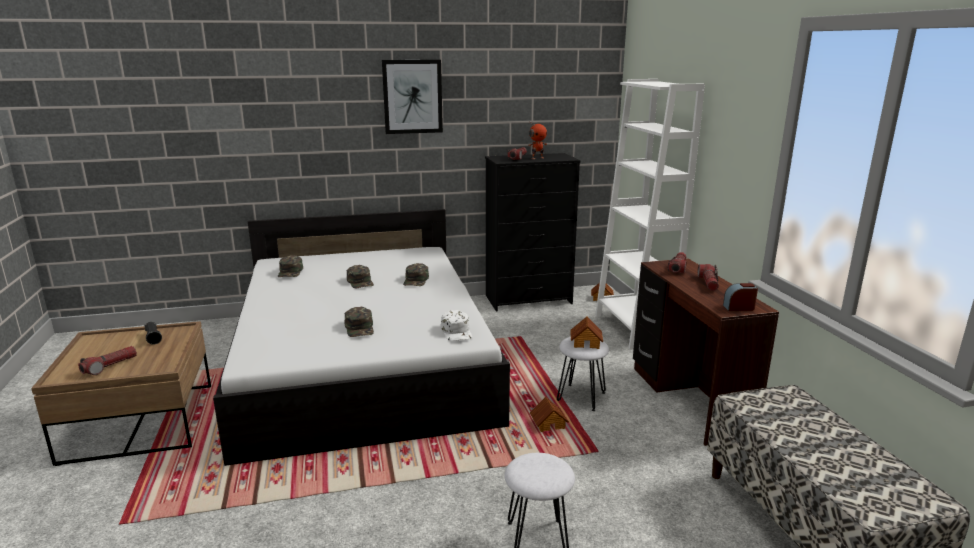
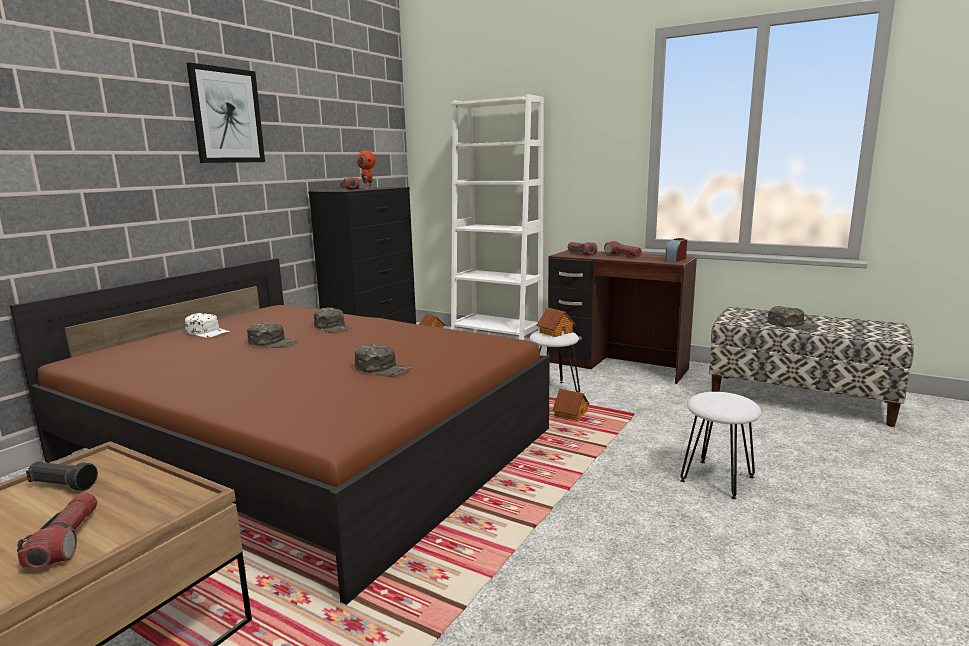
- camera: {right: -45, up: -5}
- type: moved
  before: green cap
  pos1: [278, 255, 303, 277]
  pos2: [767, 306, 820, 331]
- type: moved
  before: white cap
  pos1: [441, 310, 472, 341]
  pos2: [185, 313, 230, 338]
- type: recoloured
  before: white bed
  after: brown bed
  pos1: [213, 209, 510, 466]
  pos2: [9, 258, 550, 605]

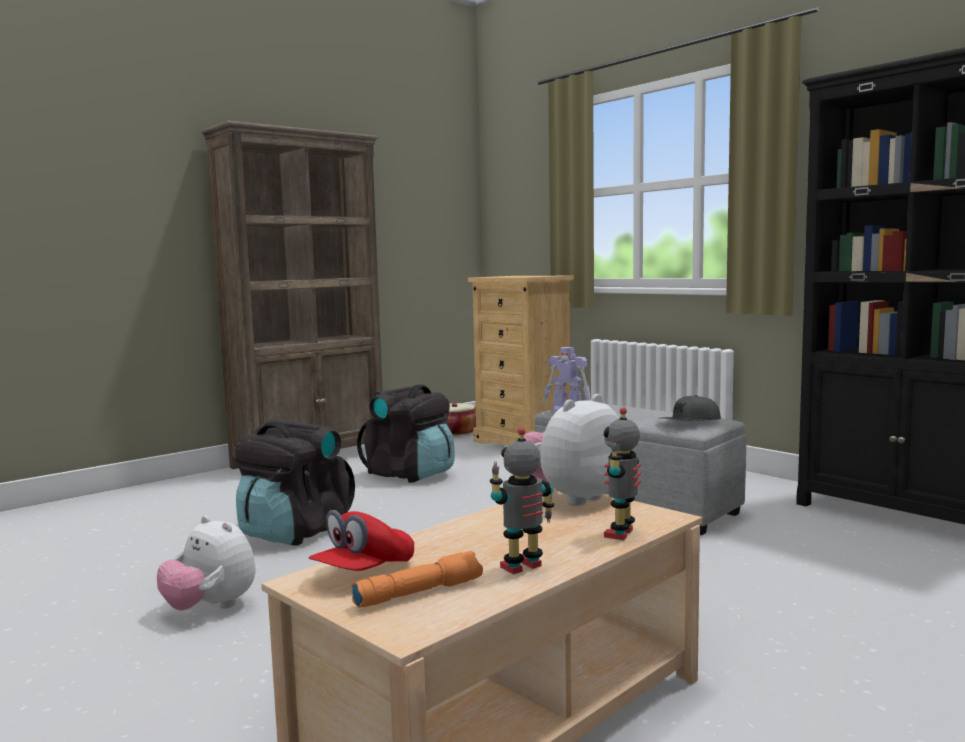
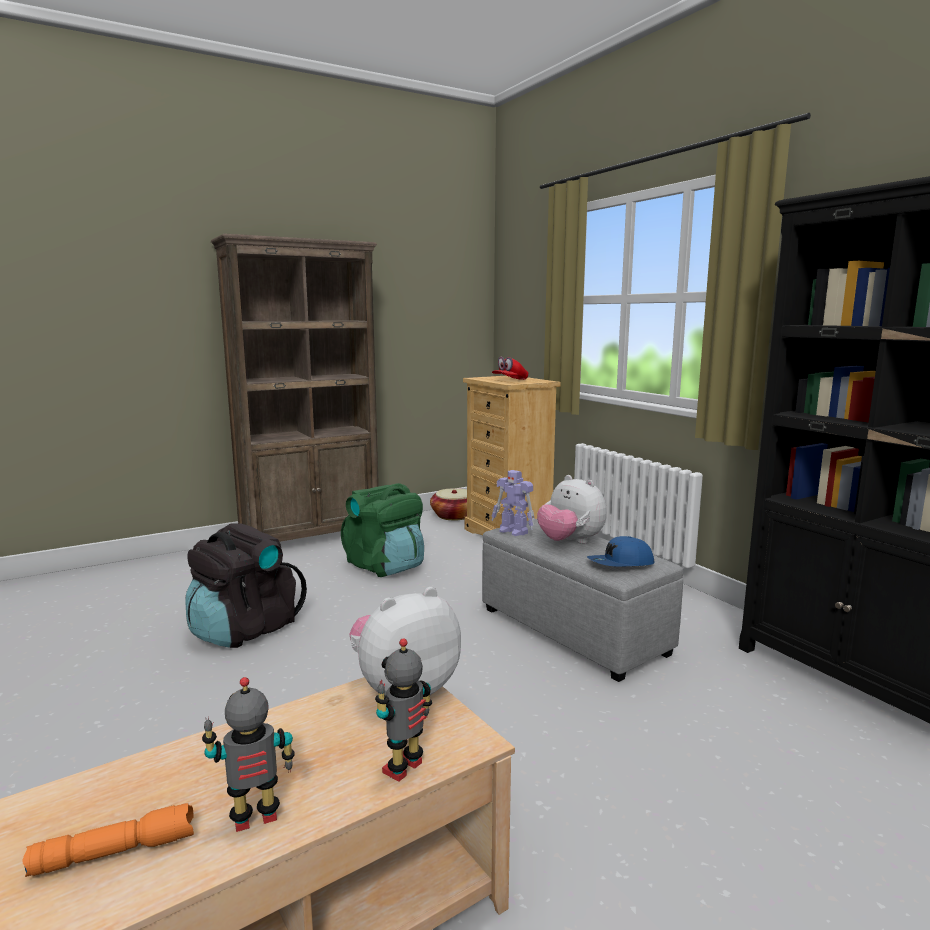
- camera: {right: 10, up: 5}
- type: moved
  before: plush toy
  pos1: [157, 516, 256, 611]
  pos2: [537, 475, 607, 544]
- type: moved
  before: red cap
  pos1: [309, 510, 414, 571]
  pos2: [492, 357, 528, 380]
- type: recoloured
  before: black backpack
  after: green backpack
  pos1: [357, 385, 454, 483]
  pos2: [341, 483, 424, 577]
- type: recoloured
  before: grey cap
  after: blue cap
  pos1: [662, 395, 721, 421]
  pos2: [587, 536, 654, 566]

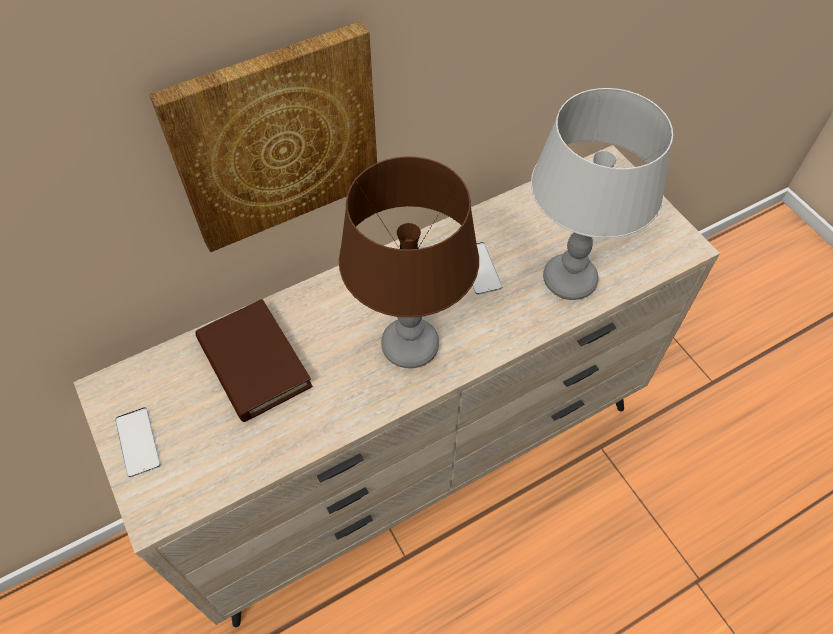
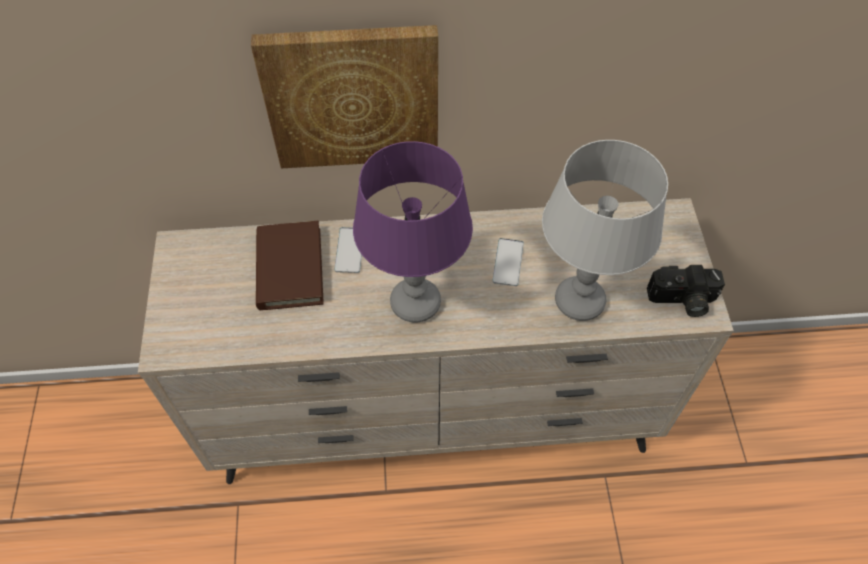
- camera: {right: 25, up: 0}
- type: added
  after: photo camera
  pos2: [647, 265, 725, 317]
- type: moved
  before: phone
  pos1: [115, 407, 161, 477]
  pos2: [334, 227, 362, 273]
- type: recoloured
  before: brown table lamp
  after: purple table lamp
  pos1: [339, 156, 479, 368]
  pos2: [353, 141, 473, 322]

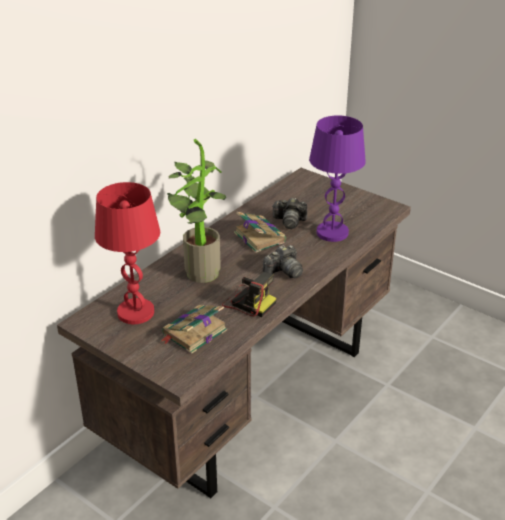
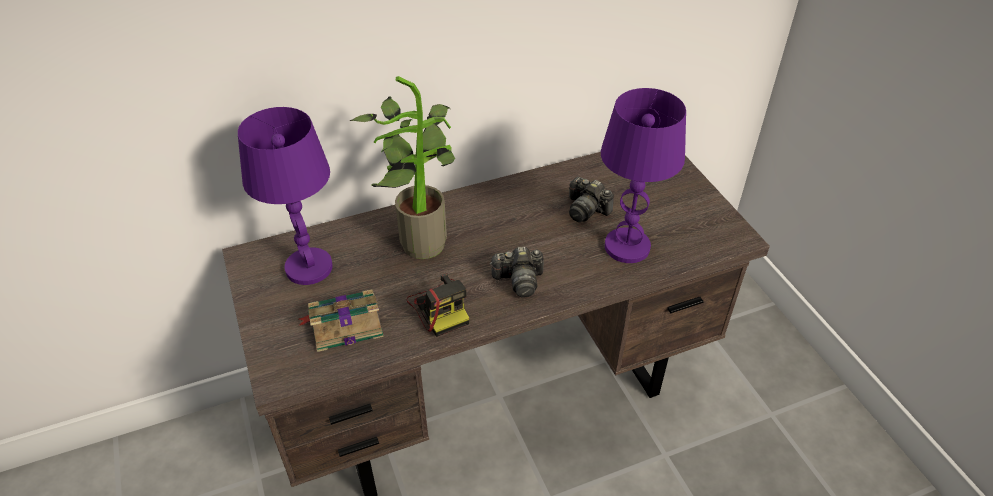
- camera: {right: 30, up: 10}
- type: removed
  before: book
  pos1: [234, 212, 286, 253]
- type: recoloured
  before: red table lamp
  after: purple table lamp
  pos1: [95, 182, 160, 324]
  pos2: [238, 107, 333, 285]

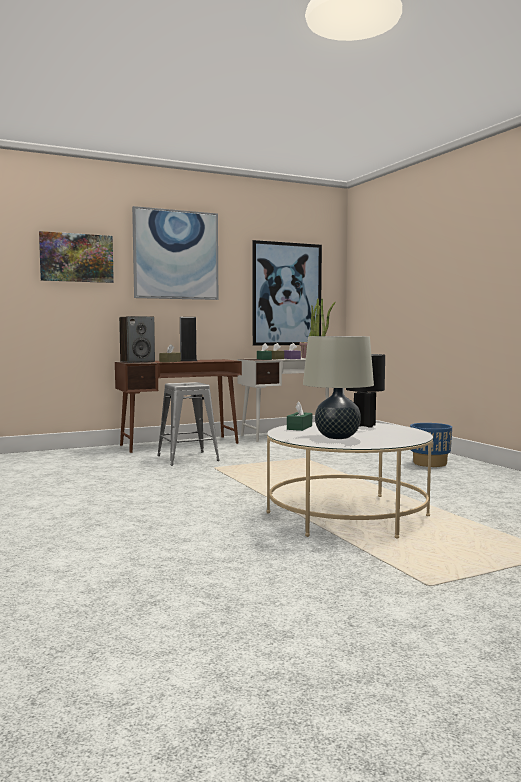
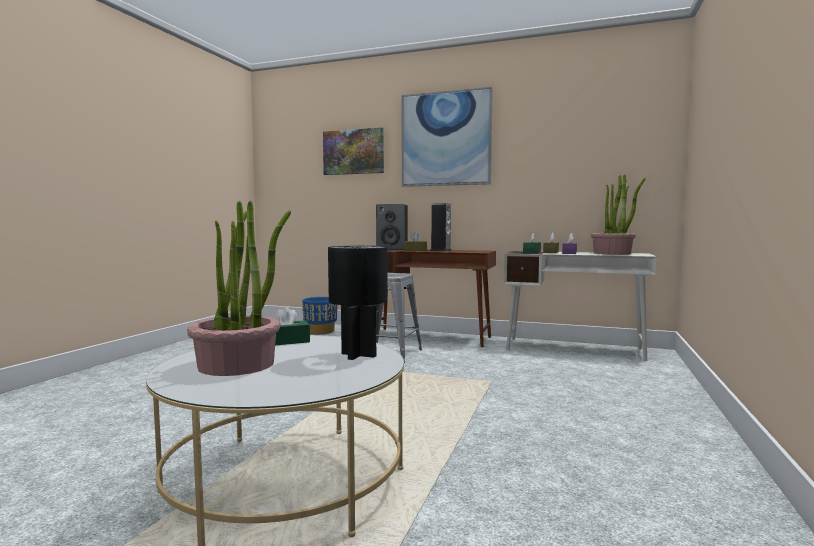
- camera: {right: 45, up: 0}
- type: removed
  before: picture
  pos1: [253, 240, 322, 346]
- type: moved
  before: blue planter
  pos1: [410, 423, 452, 467]
  pos2: [302, 297, 337, 334]
- type: replaced
  before: beige table lamp
  after: potted plant
  pos1: [303, 336, 374, 439]
  pos2: [187, 201, 291, 376]

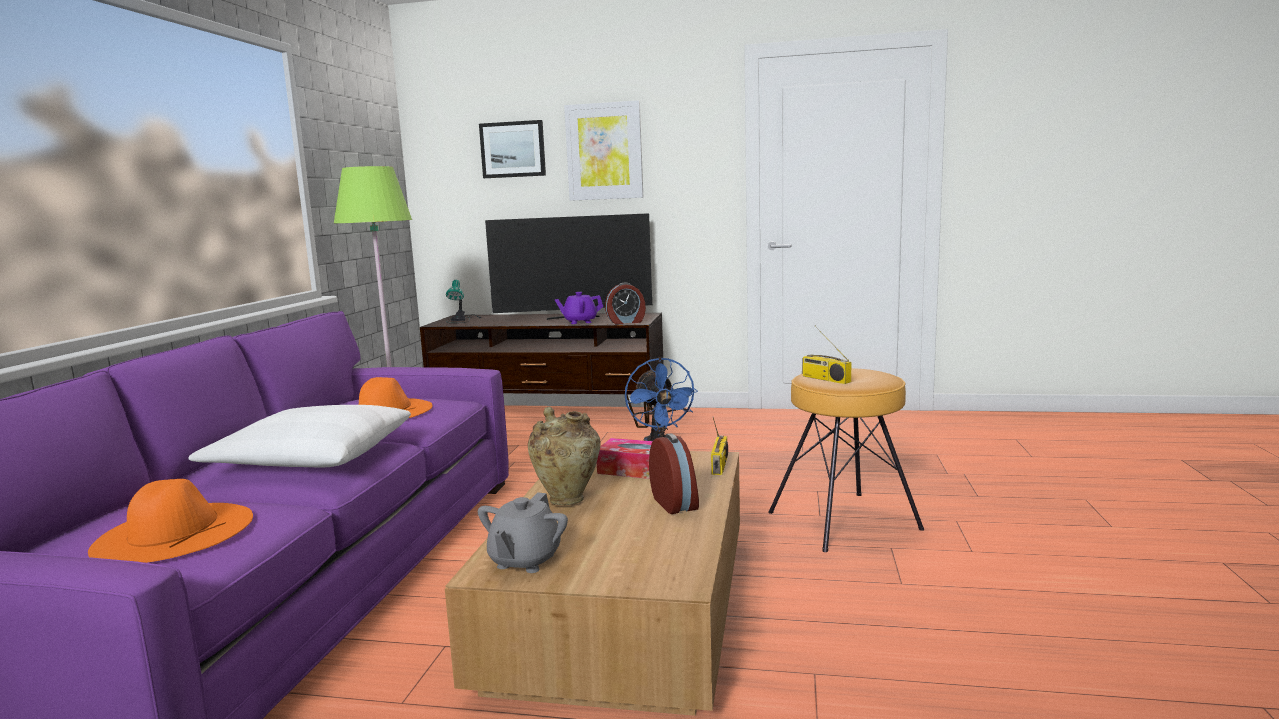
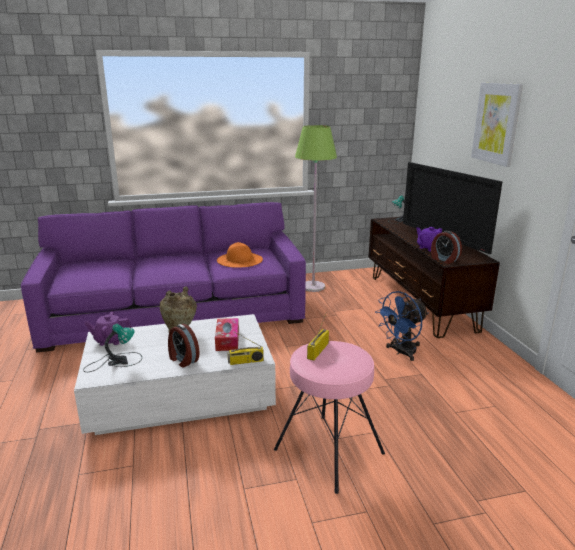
- camera: {right: 65, up: 10}
- type: removed
  before: orange hat
  pos1: [88, 479, 253, 563]
- type: removed
  before: white pillow
  pos1: [189, 405, 411, 467]
- type: removed
  before: picture
  pos1: [479, 120, 546, 178]
- type: added
  after: table lamp
  pos2: [83, 324, 142, 372]
- type: recoloured
  before: brown coffee table
  after: white coffee table
  pos1: [445, 451, 740, 716]
  pos2: [74, 314, 276, 435]
- type: recoloured
  before: grey teapot
  after: purple teapot
  pos1: [478, 492, 568, 573]
  pos2: [84, 312, 132, 346]
- type: recoloured
  before: brown stool
  after: pink stool
  pos1: [768, 368, 924, 552]
  pos2: [274, 341, 385, 494]
- type: turned
  before: alarm clock
  pos1: [649, 433, 699, 514]
  pos2: [168, 324, 200, 368]
  turn: 90

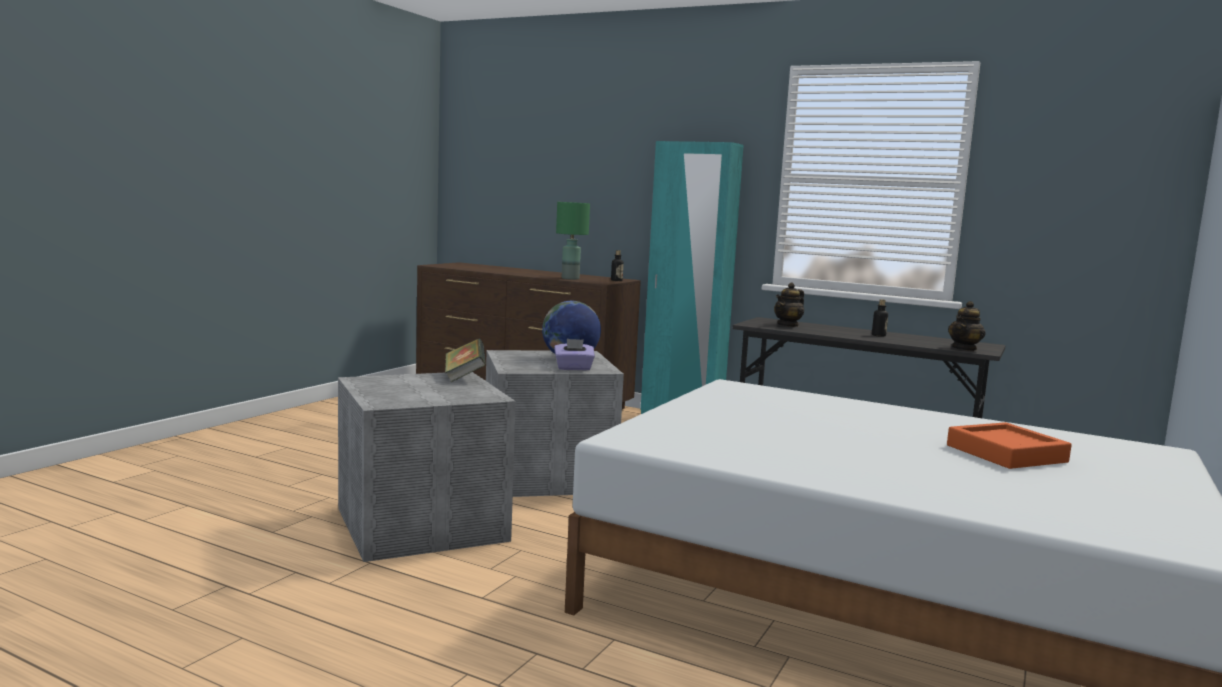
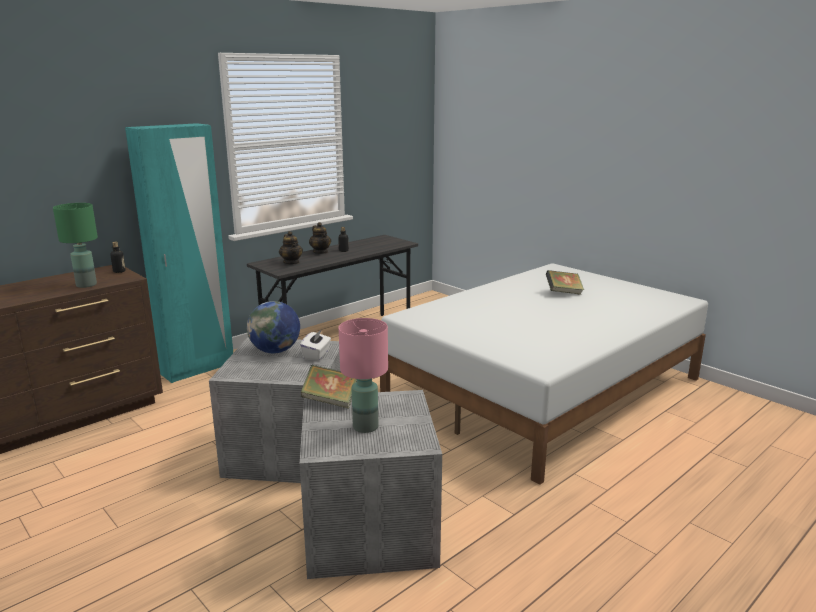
- camera: {right: -70, up: 10}
- type: added
  after: pink table lamp
  pos2: [339, 318, 388, 433]
- type: moved
  before: teapot
  pos1: [948, 301, 986, 351]
  pos2: [309, 222, 331, 254]
- type: replaced
  before: orange tray
  after: book
  pos1: [947, 422, 1072, 469]
  pos2: [546, 270, 584, 295]
- type: recoloured
  before: purple tissue box
  after: white tissue box
  pos1: [554, 339, 595, 370]
  pos2: [300, 329, 331, 361]

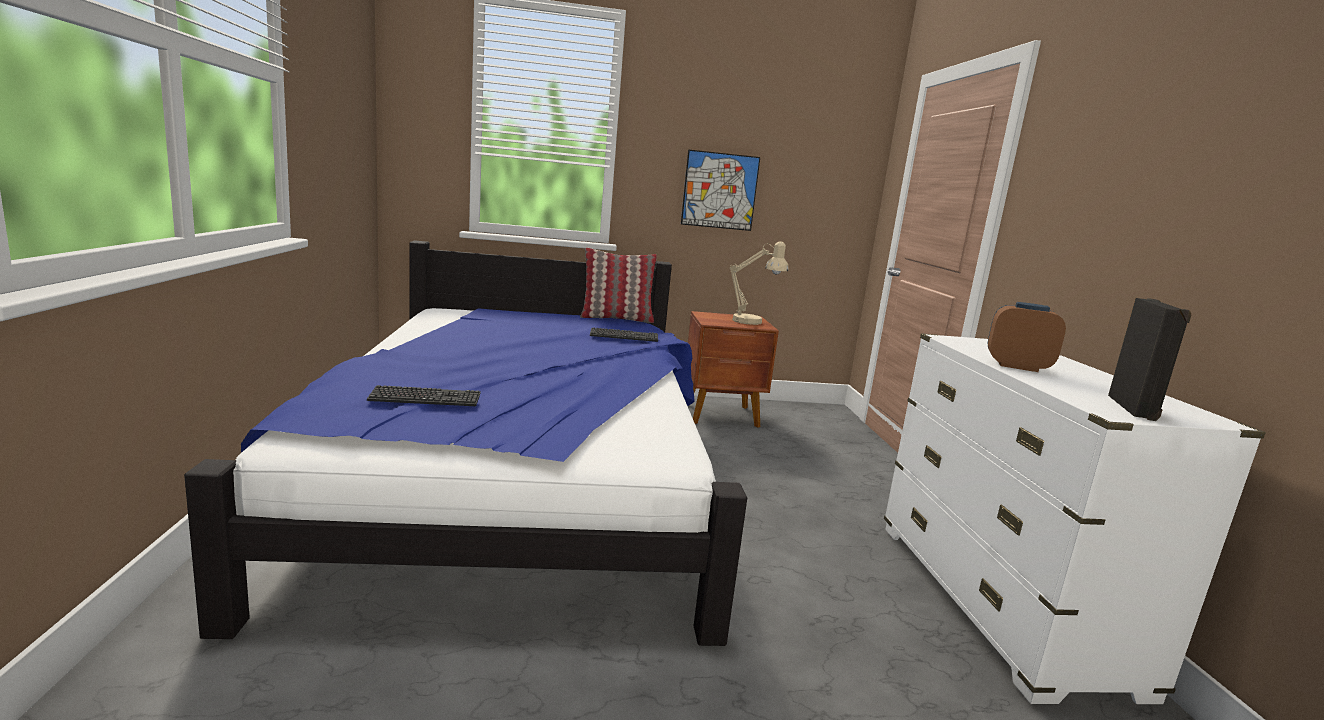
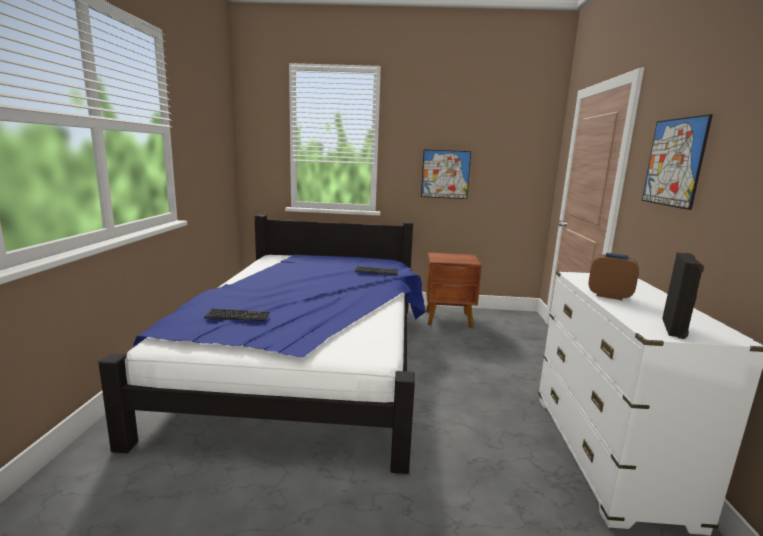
- camera: {right: 10, up: 0}
- type: removed
  before: pillow
  pos1: [580, 248, 657, 323]
- type: removed
  before: beige table lamp
  pos1: [730, 241, 789, 325]
- type: added
  after: picture
  pos2: [642, 114, 713, 210]

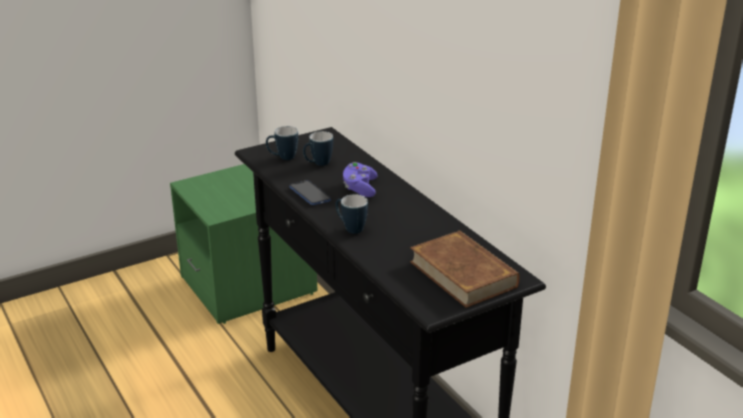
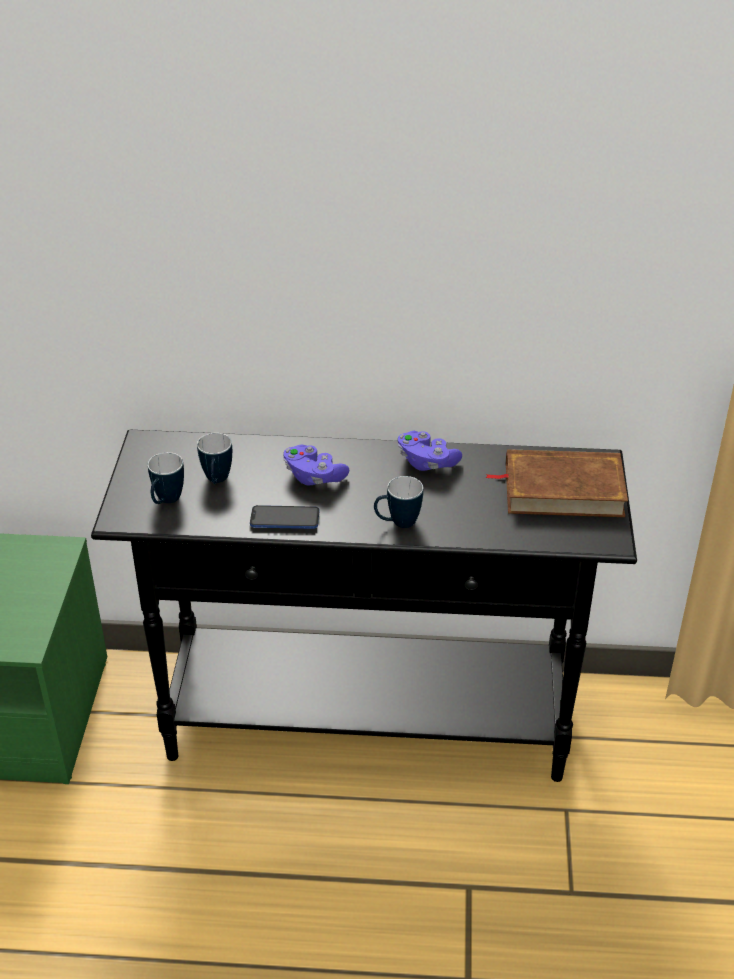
- camera: {right: -55, up: 10}
- type: added
  after: purple game controller
  pos2: [398, 431, 462, 471]

